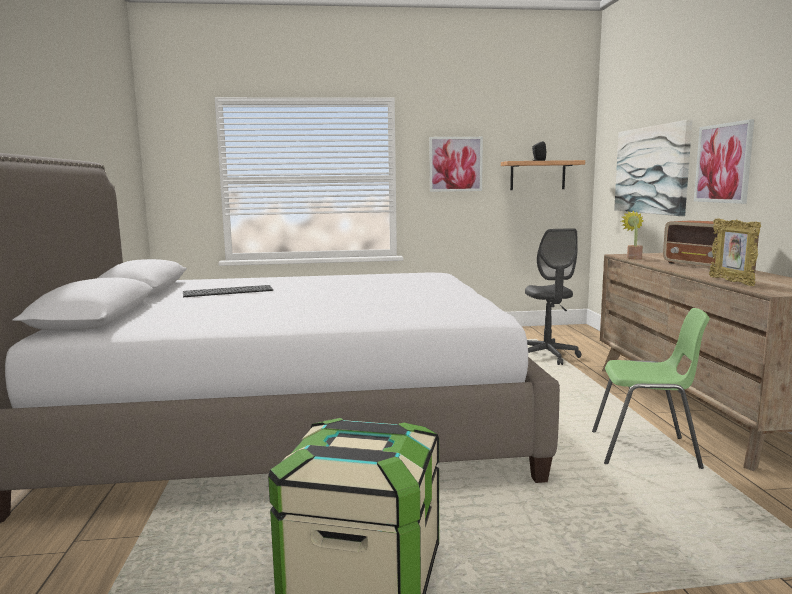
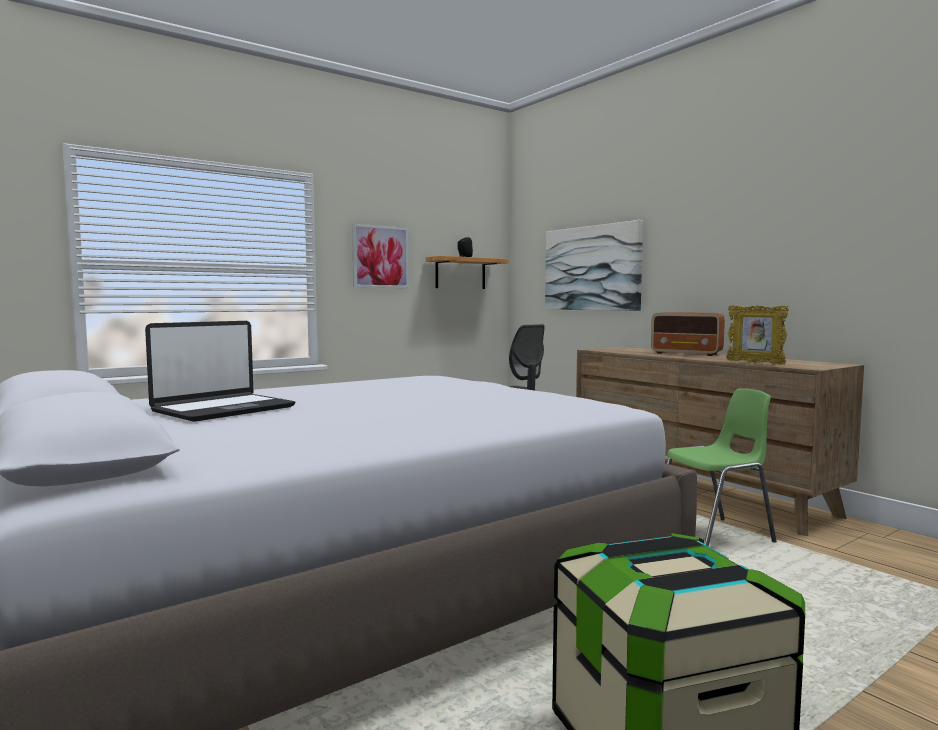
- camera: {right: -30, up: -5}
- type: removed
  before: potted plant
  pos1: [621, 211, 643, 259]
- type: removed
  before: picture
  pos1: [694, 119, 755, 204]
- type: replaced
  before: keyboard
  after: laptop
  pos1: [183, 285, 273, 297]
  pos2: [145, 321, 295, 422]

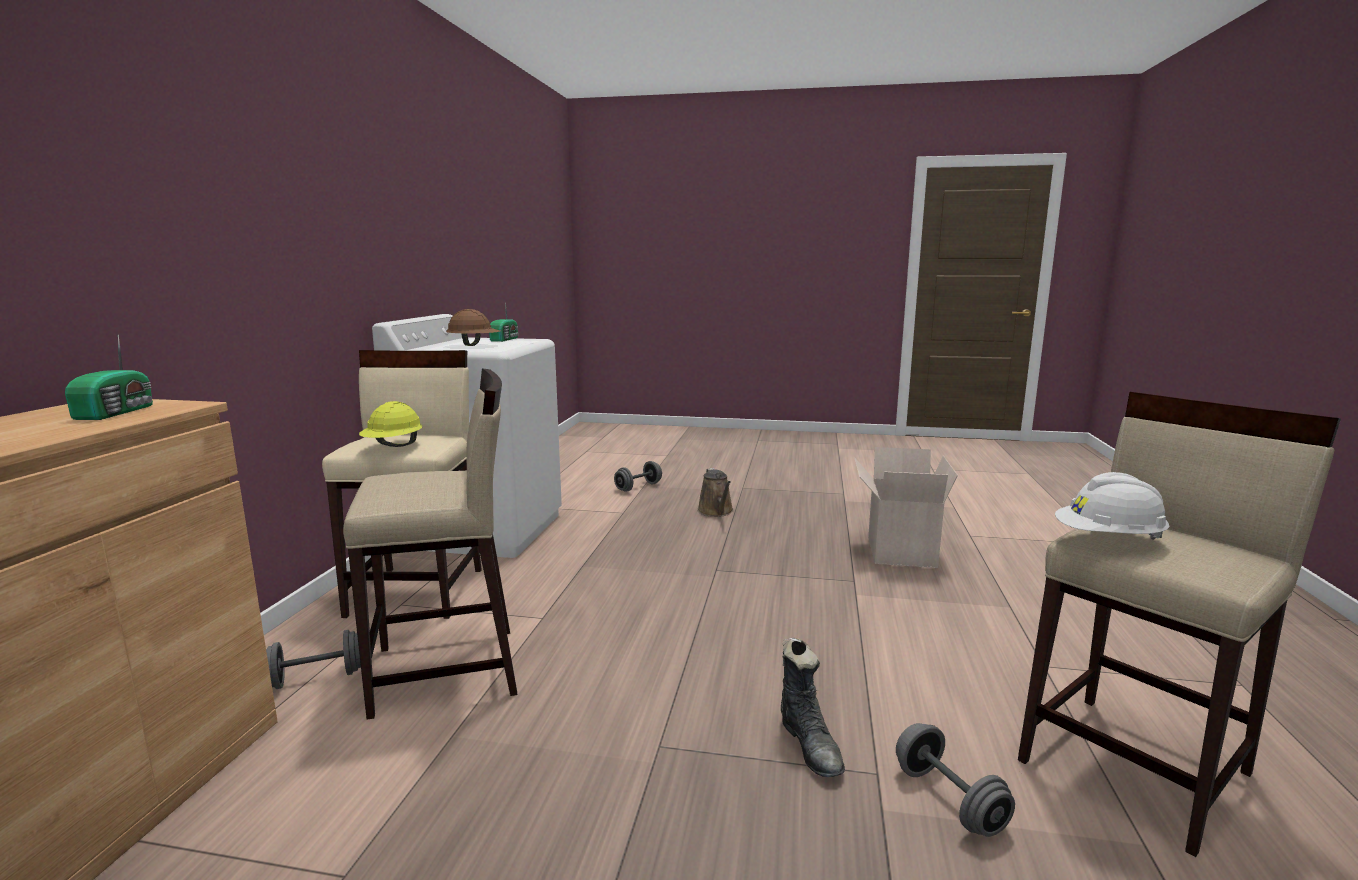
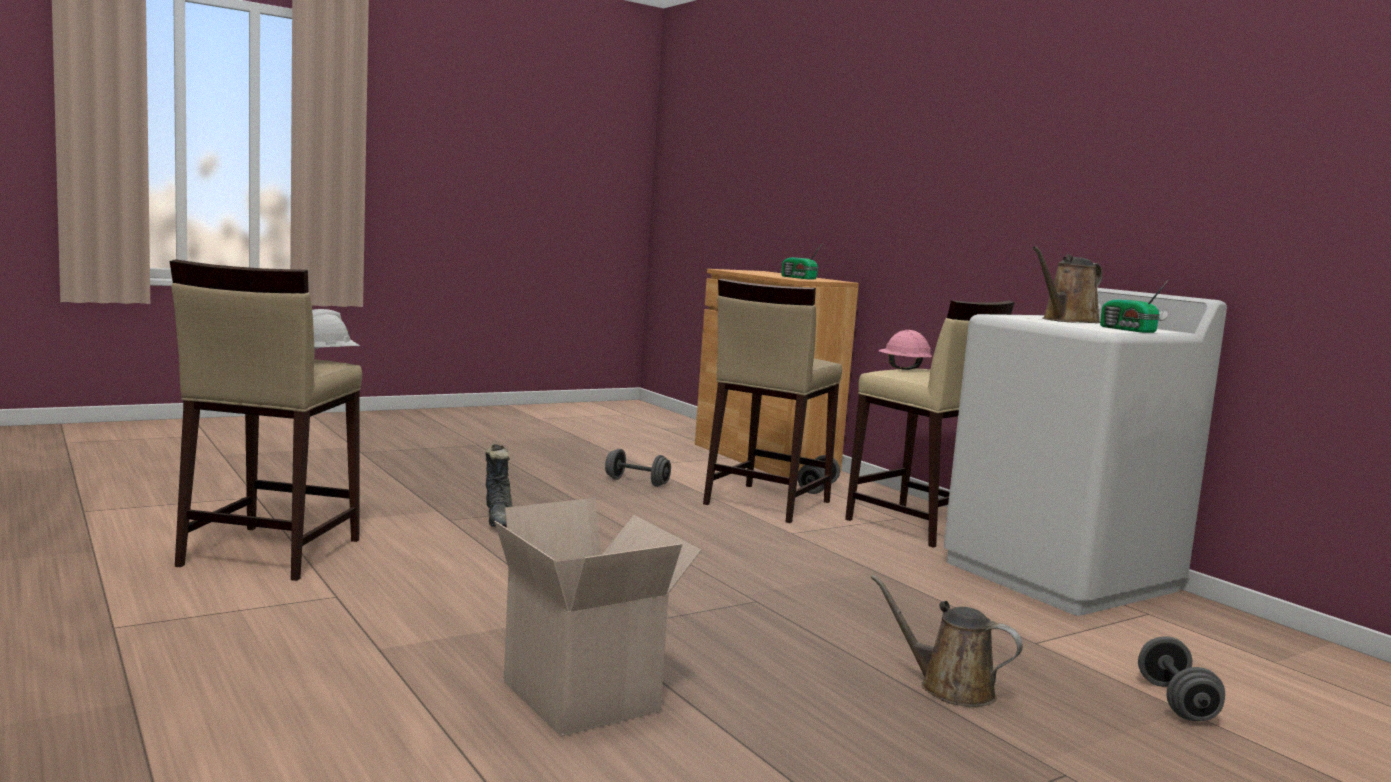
- camera: {right: 135, up: -5}
- type: moved
  before: grey dumbbell
  pos1: [896, 723, 1015, 837]
  pos2: [605, 449, 671, 487]
- type: replaced
  before: brown hard hat
  after: brown watering can
  pos1: [446, 309, 500, 346]
  pos2: [1032, 246, 1103, 323]
- type: recoloured
  before: yellow hard hat
  after: pink hard hat
  pos1: [359, 401, 423, 447]
  pos2: [878, 330, 932, 370]
- type: turned
  before: black boot
  pos1: [780, 638, 845, 777]
  pos2: [485, 443, 513, 527]
  turn: -135

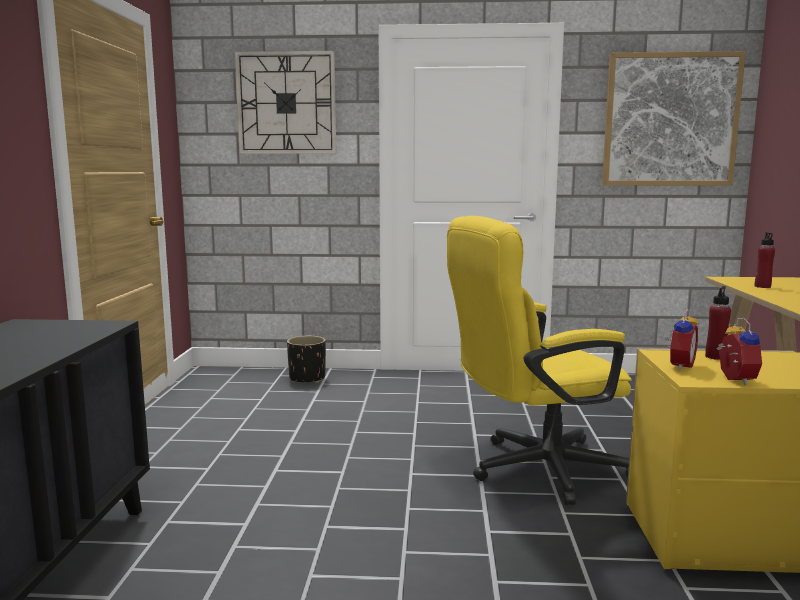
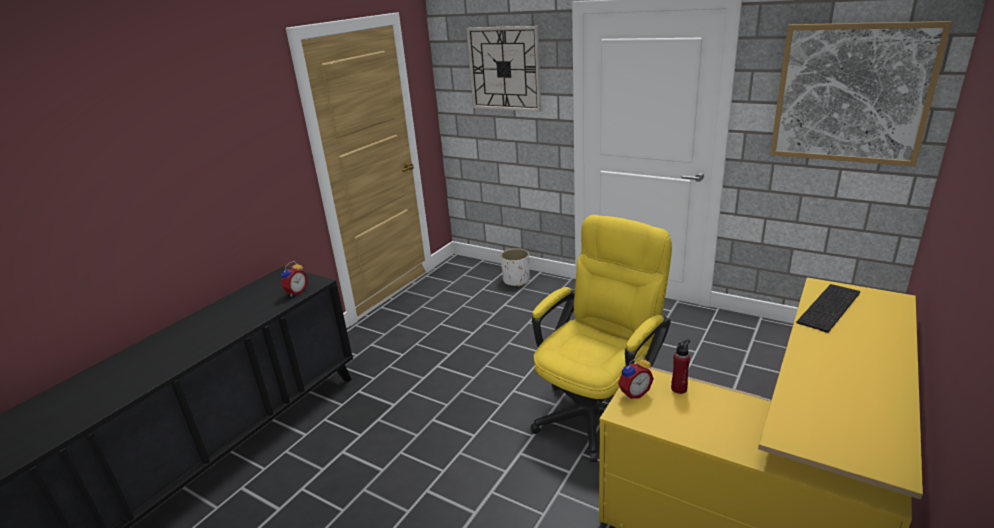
- camera: {right: 30, up: 15}
- type: moved
  before: alarm clock
  pos1: [717, 318, 762, 385]
  pos2: [281, 261, 308, 297]
- type: replaced
  before: red bottle
  after: keyboard
  pos1: [755, 232, 775, 288]
  pos2: [796, 284, 860, 333]
- type: recoloured
  before: black planter
  after: white planter
  pos1: [287, 336, 326, 383]
  pos2: [500, 248, 530, 287]
- type: turned
  before: yellow office chair
  pos1: [447, 216, 632, 505]
  pos2: [530, 215, 672, 462]
  turn: 120

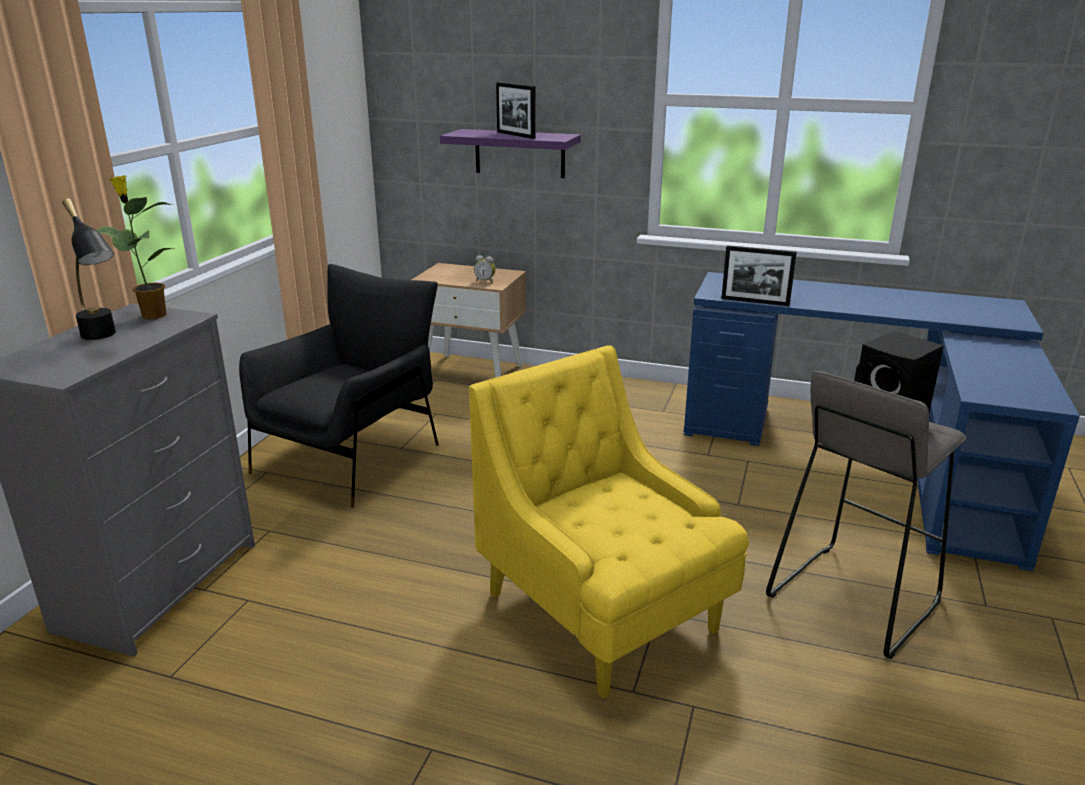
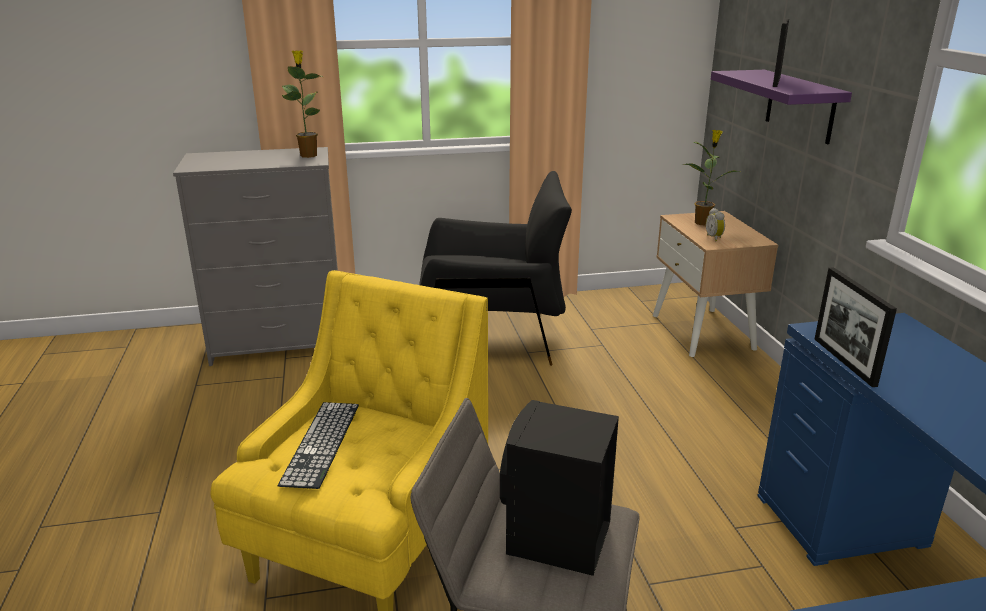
- camera: {right: 60, up: 0}
- type: removed
  before: black table lamp
  pos1: [62, 198, 116, 340]
- type: added
  after: keyboard
  pos2: [278, 402, 359, 489]
- type: added
  after: potted plant
  pos2: [684, 130, 738, 225]

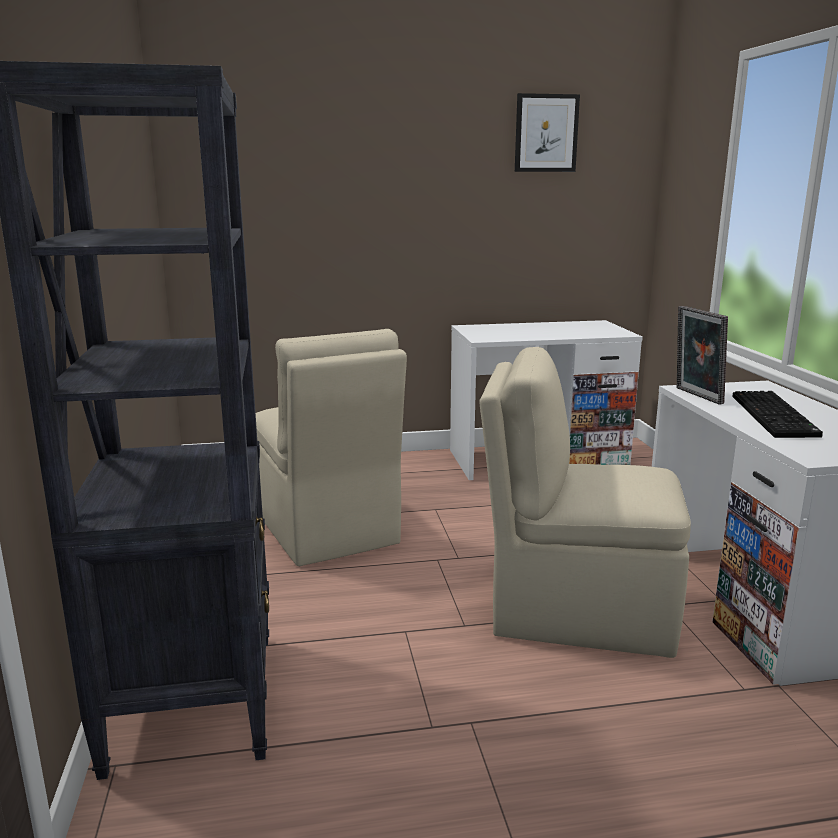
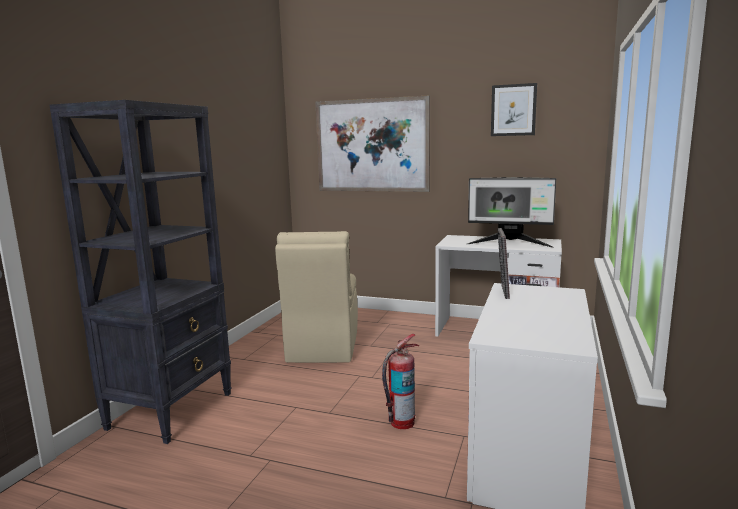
- camera: {right: 30, up: -5}
- type: removed
  before: keyboard
  pos1: [733, 391, 823, 438]
- type: added
  after: picture
  pos2: [315, 95, 430, 192]
- type: added
  after: monitor
  pos2: [467, 177, 556, 248]
- type: replaced
  before: beige chair
  after: fire extinguisher
  pos1: [479, 347, 691, 658]
  pos2: [382, 334, 420, 429]

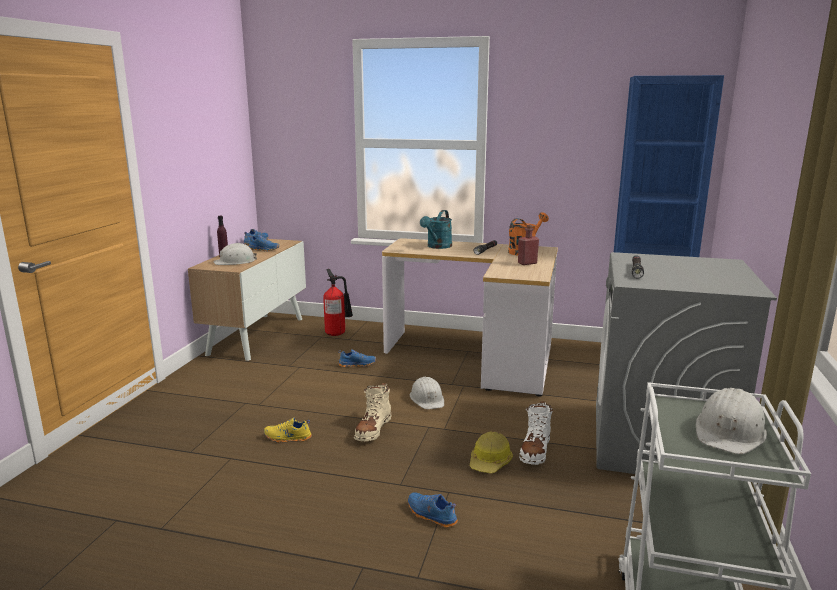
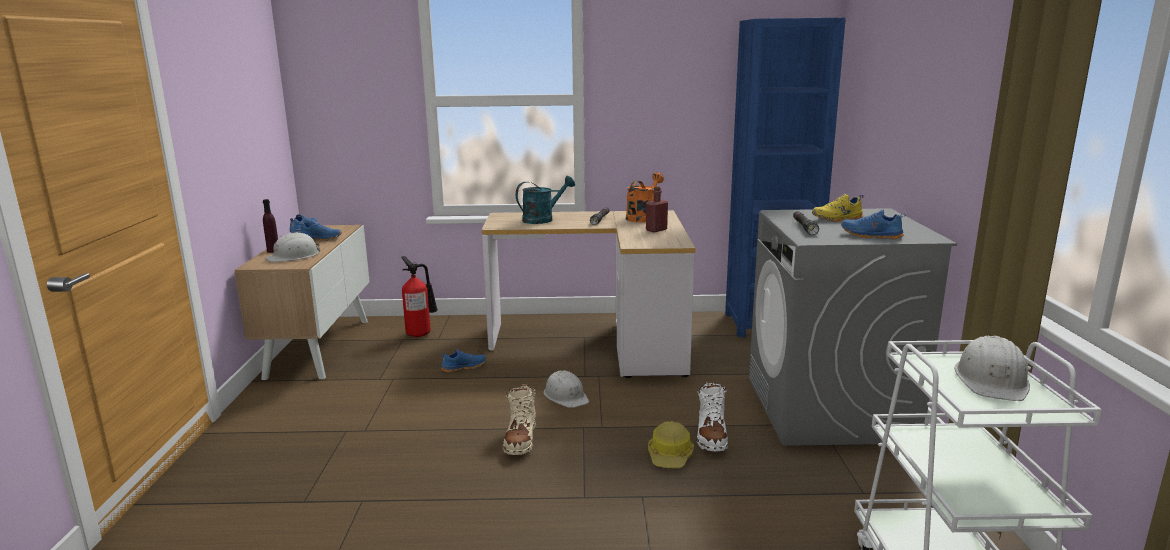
- camera: {right: -15, up: 0}
- type: moved
  before: yellow shoe
  pos1: [264, 418, 312, 443]
  pos2: [812, 194, 864, 222]
- type: moved
  before: blue shoe
  pos1: [408, 492, 458, 528]
  pos2: [841, 209, 905, 239]
- type: turned
  before: turquoise watering can
  pos1: [420, 210, 452, 249]
  pos2: [516, 176, 575, 224]
  turn: -135

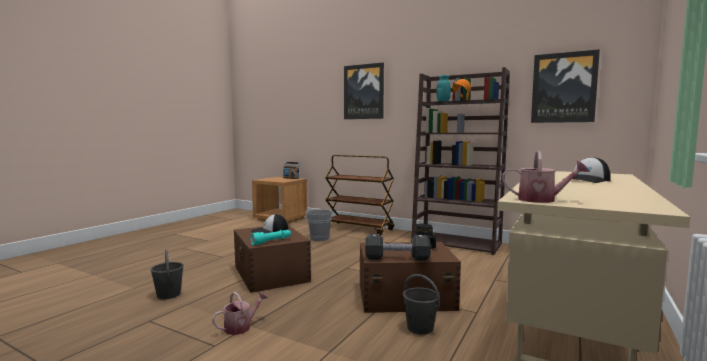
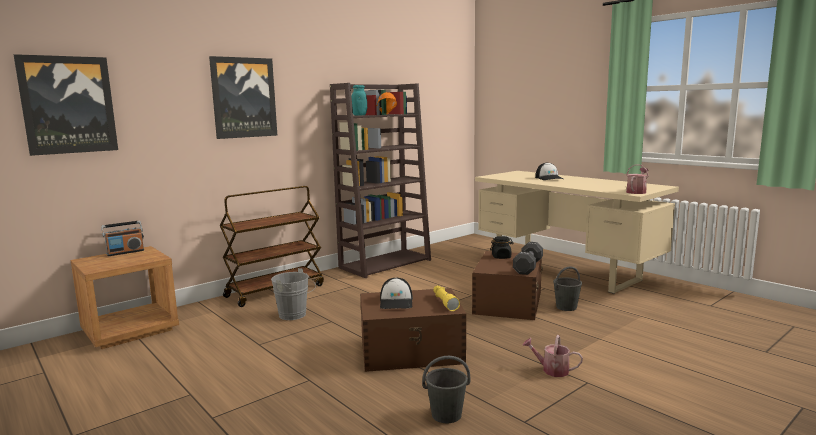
- camera: {right: -70, up: 5}
- type: moved
  before: picture
  pos1: [531, 49, 600, 123]
  pos2: [14, 54, 118, 156]
- type: recoloured
  before: turquoise flashlight
  after: yellow flashlight
  pos1: [250, 230, 291, 245]
  pos2: [433, 285, 460, 311]
- type: turned
  before: watering can
  pos1: [212, 292, 268, 335]
  pos2: [523, 335, 583, 377]
  turn: -45

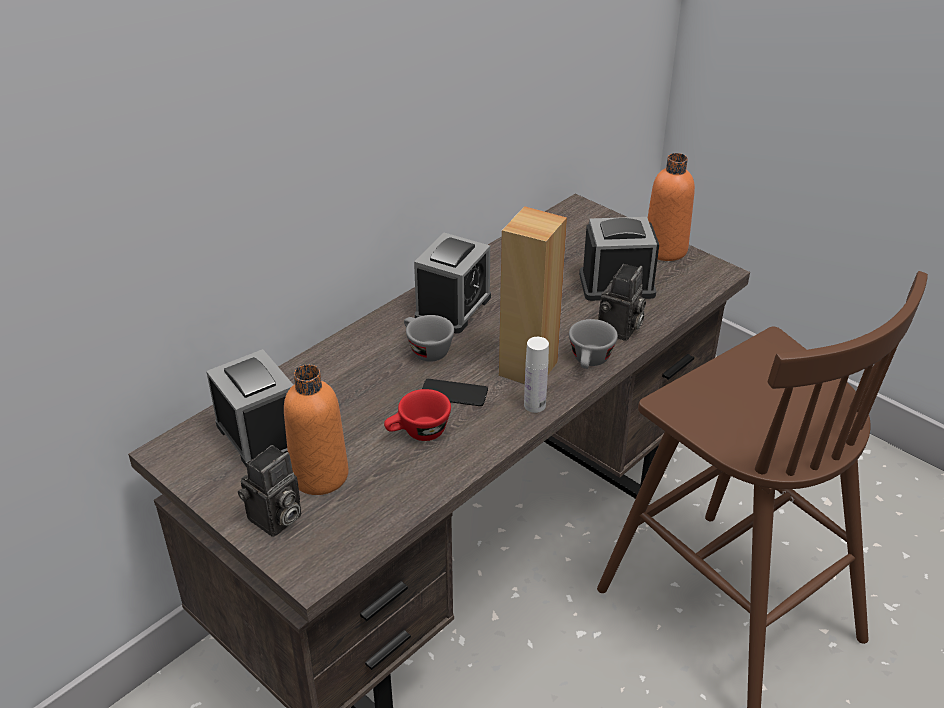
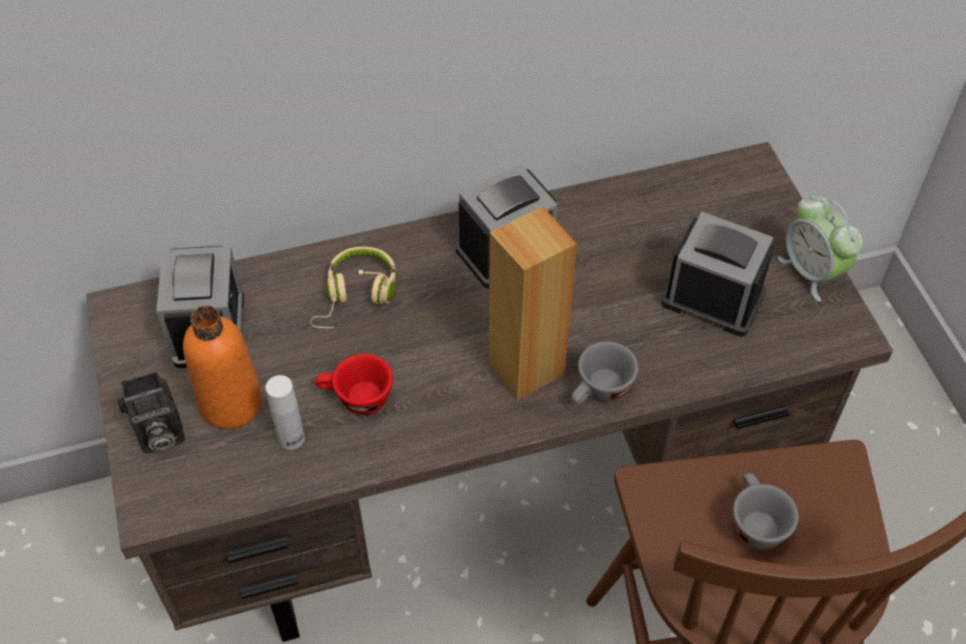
- camera: {right: 30, up: 15}
- type: removed
  before: phone
  pos1: [422, 379, 488, 406]
- type: removed
  before: photo camera
  pos1: [598, 264, 646, 341]
- type: added
  after: beige headphones
  pos2: [310, 247, 396, 328]
- type: moved
  before: grey cup
  pos1: [404, 315, 454, 362]
  pos2: [733, 473, 799, 550]
- type: moved
  before: white bottle
  pos1: [524, 337, 549, 413]
  pos2: [266, 375, 305, 450]
- type: replaced
  before: orange bottle
  after: alarm clock
  pos1: [648, 153, 695, 261]
  pos2: [778, 195, 863, 301]

